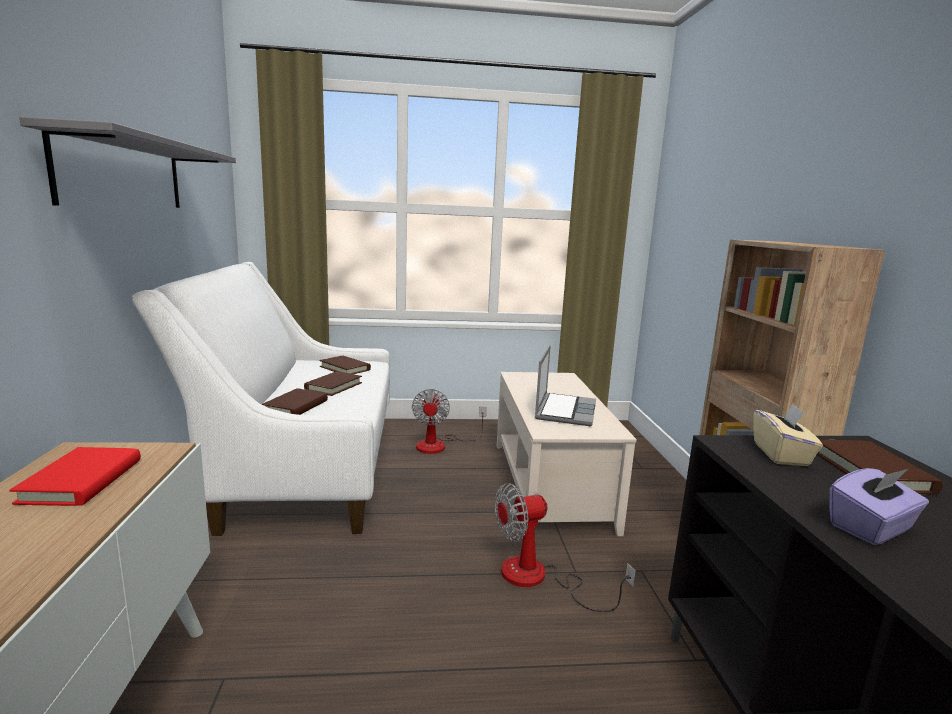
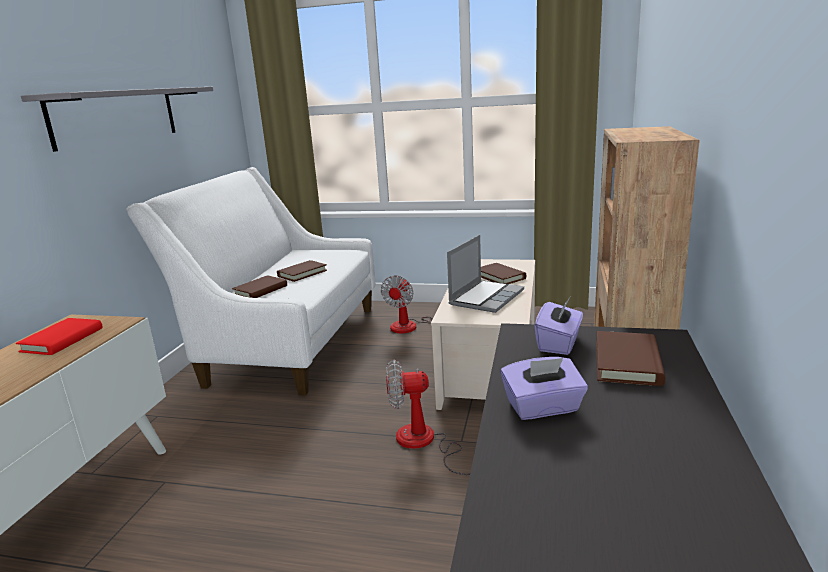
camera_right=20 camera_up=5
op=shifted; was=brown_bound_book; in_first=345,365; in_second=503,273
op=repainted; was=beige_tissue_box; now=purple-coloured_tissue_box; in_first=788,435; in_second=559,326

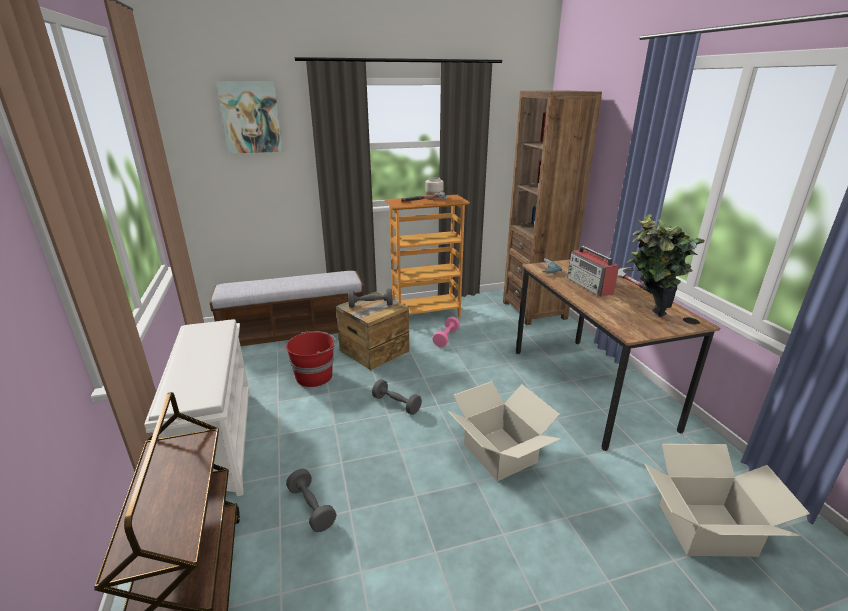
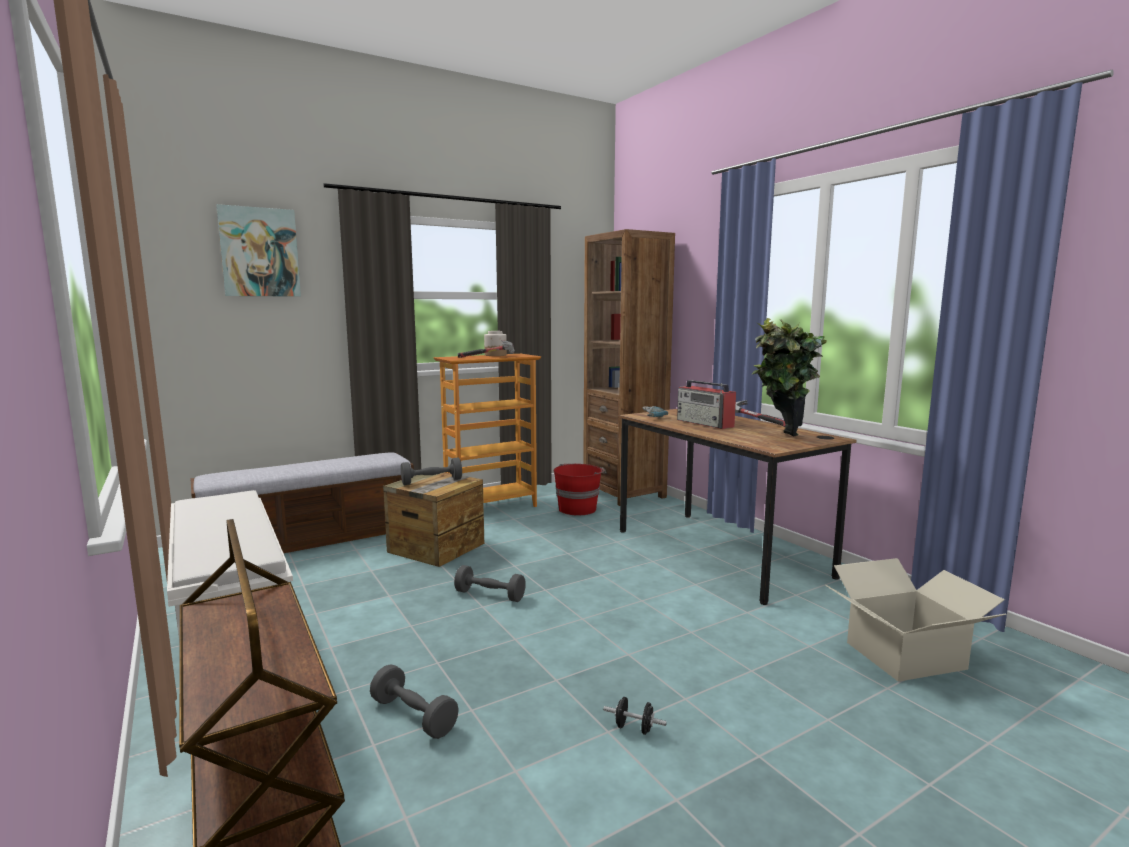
camera_right=-15 camera_up=-15
op=shifted; was=red-coloured_water_bucket; in_first=311,359; in_second=579,490
op=new; now=black_free_weight; in_second=635,716
op=gone; was=pink-coloured_free_weight; in_first=446,332
op=gone; was=cardboard_box; in_first=504,431

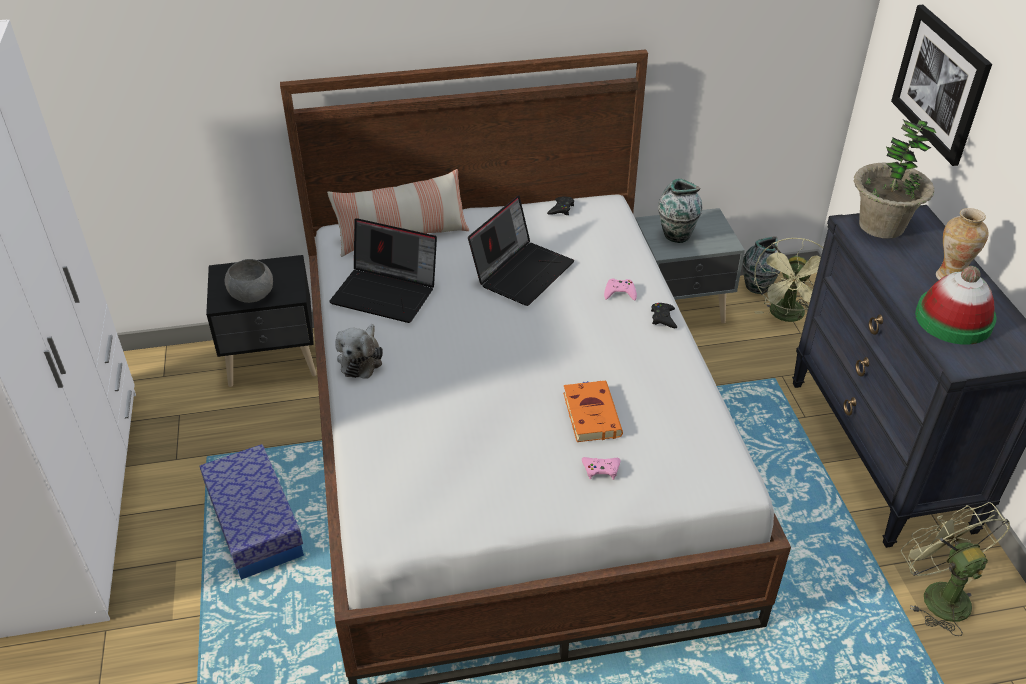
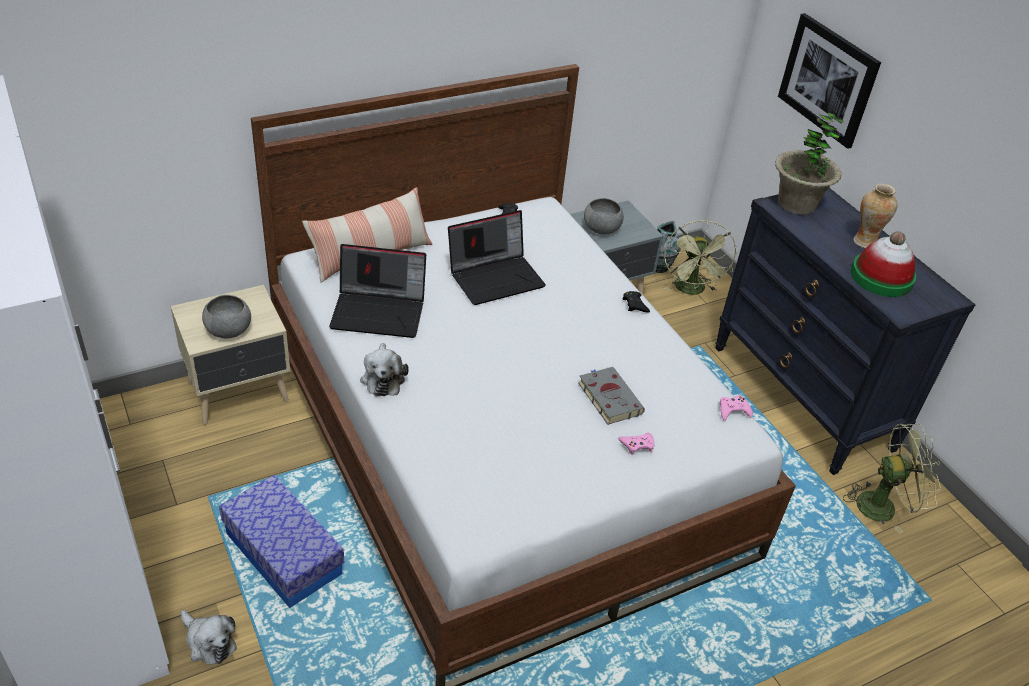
camera_right=-20 camera_up=0
op=repainted; was=black_bedside_table; now=beige_bedside_table; in_first=261,321; in_second=230,355
op=new; now=plush_toy; in_second=209,637
op=rotated; was=notebook_computer; in_first=521,250; in_second=497,257; clockwise=45
op=repainted; was=orangey_bound_book; now=gray_bound_book; in_first=593,411; in_second=611,396
op=swapped; was=vase; now=gray_serving_bowl; in_first=680,210; in_second=604,216
op=shifted; was=pink-coloured_joypad; in_first=620,290; in_second=736,408
op=rotated; was=green-coloured_fan; in_first=955,569; in_second=892,478; clockwise=120

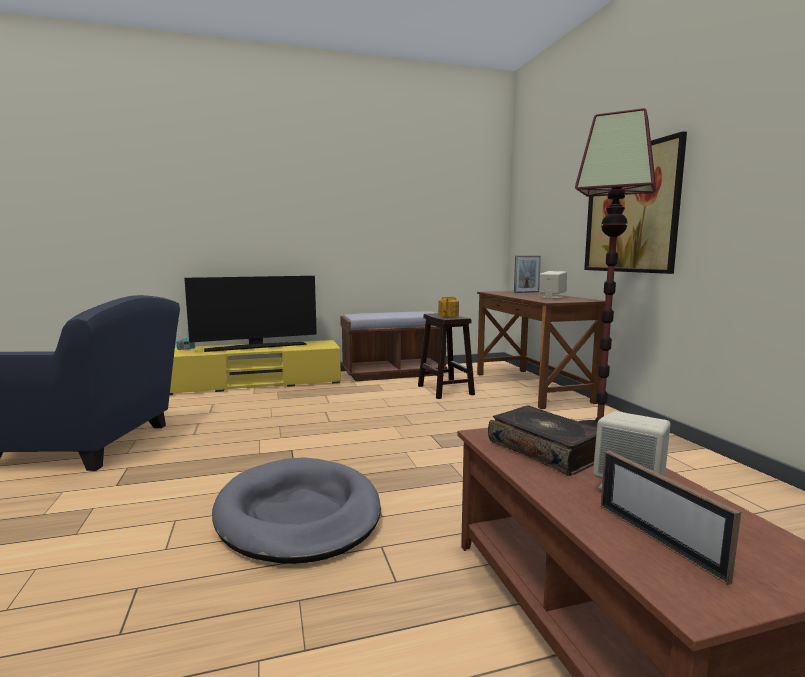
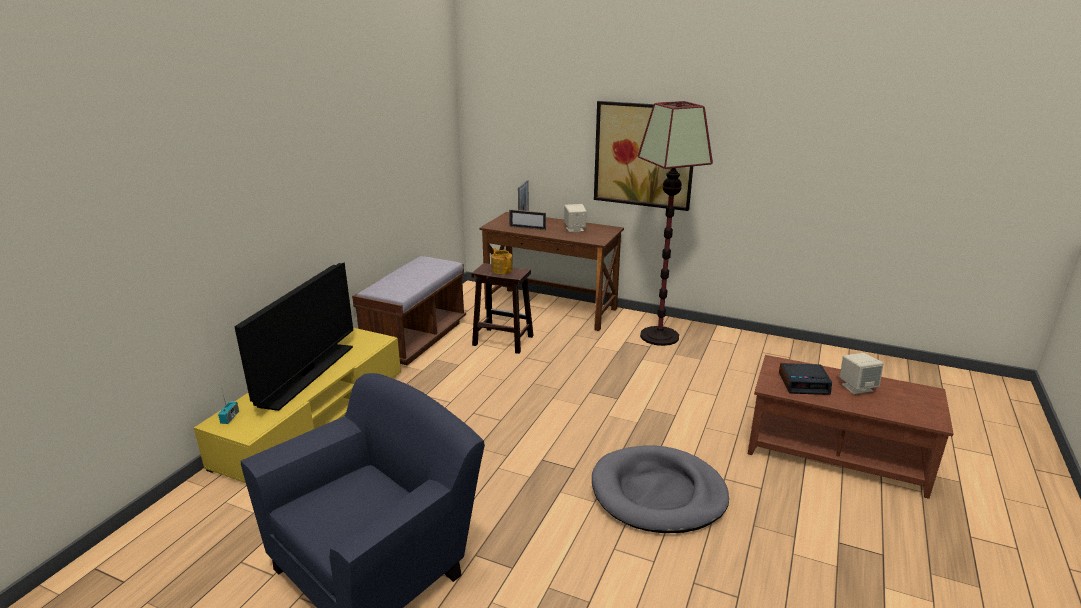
camera_right=-50 camera_up=15
op=shifted; was=standing_frame; in_first=671,517; in_second=527,219
op=swapped; was=bound_book; now=bedside_clock; in_first=542,440; in_second=805,379

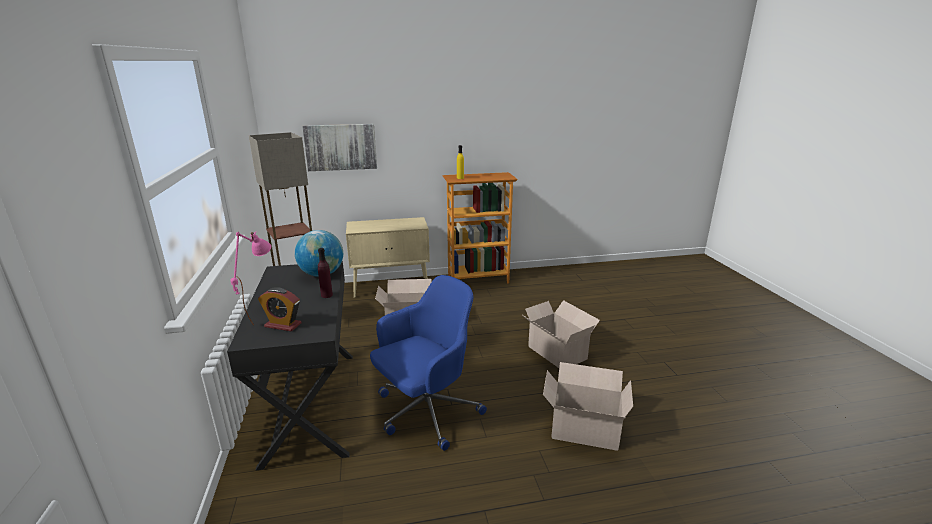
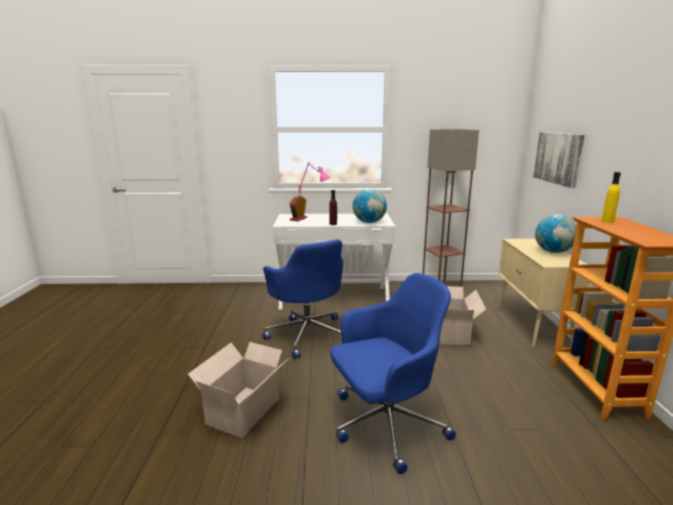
camera_right=100 camera_up=-5
op=repainted; was=black_desk_table; now=whitish_desk_table; in_first=290,366; in_second=334,261
op=swapped; was=cardboard_box; now=blue-coloured_computer_chair; in_first=561,334; in_second=393,373
op=new; now=globe; in_second=555,234

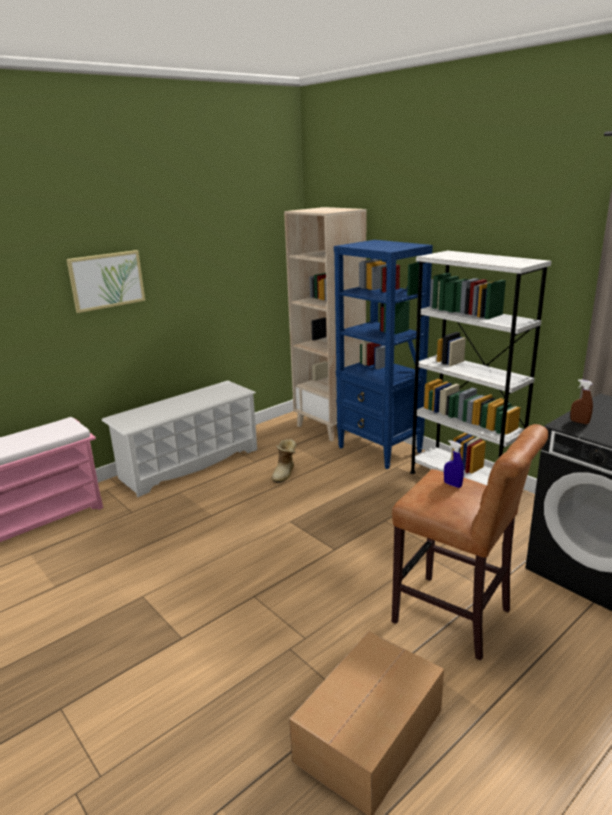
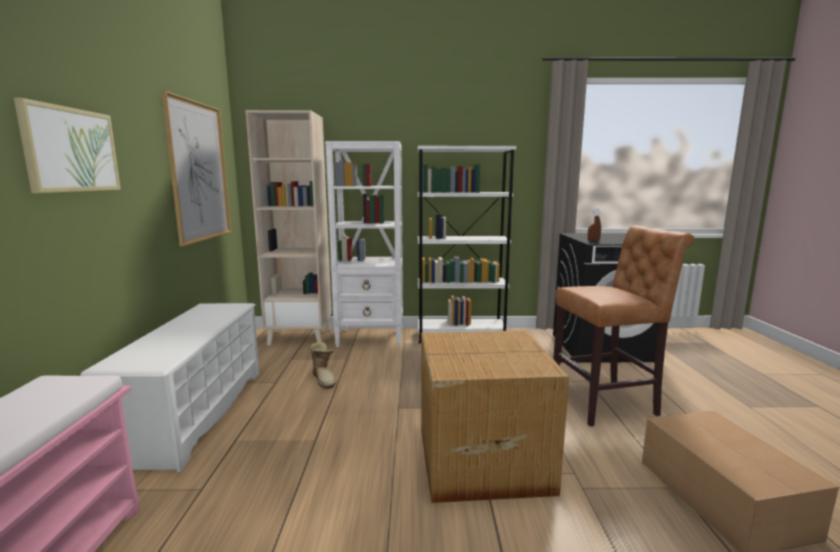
camera_right=-50 camera_up=-10
op=new; now=wall_picture; in_second=196,168
op=repainted; was=blue-coloured_bookcase; now=whitish_bookcase; in_first=383,354; in_second=364,244
op=new; now=cardboard_box; in_second=495,416
op=gone; was=blue-coloured_sprayer; in_first=454,464

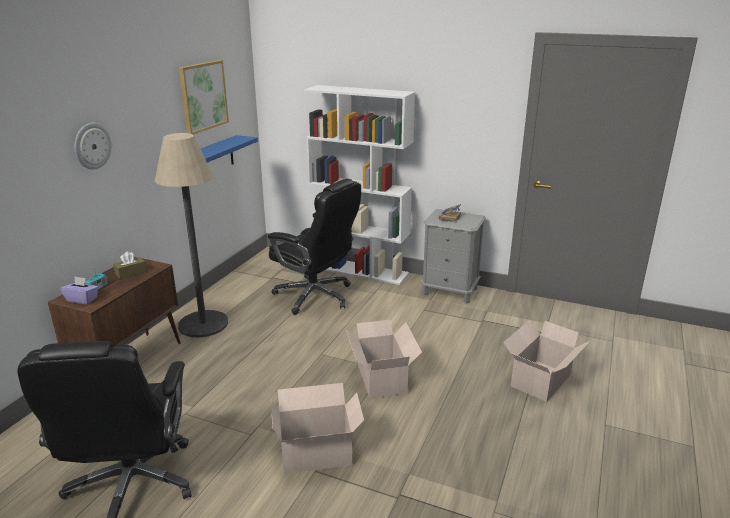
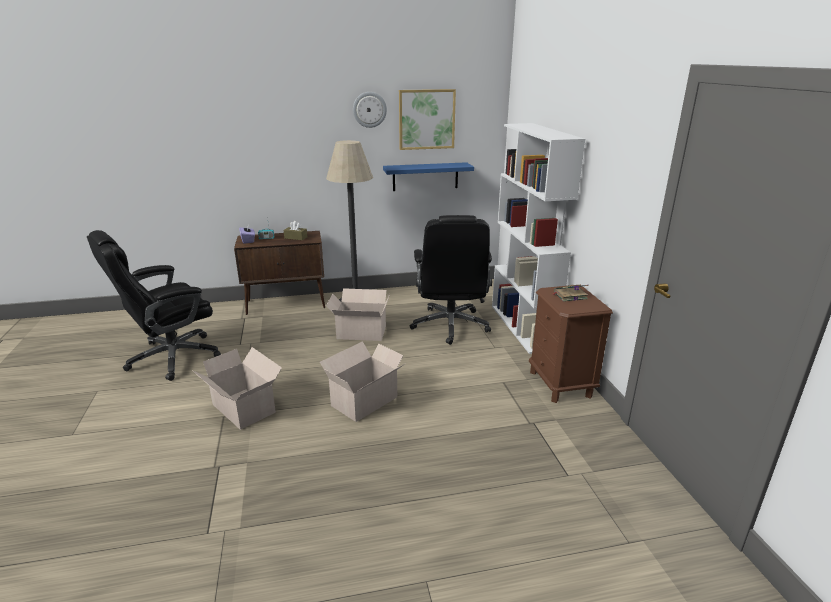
camera_right=55 camera_up=0
op=shifted; was=cardboard_box; in_first=546,361; in_second=358,314
op=shifted; was=wall_clock; in_first=93,146; in_second=370,110
op=repainted; was=gray_bedside_table; now=brown_bedside_table; in_first=453,256; in_second=571,344

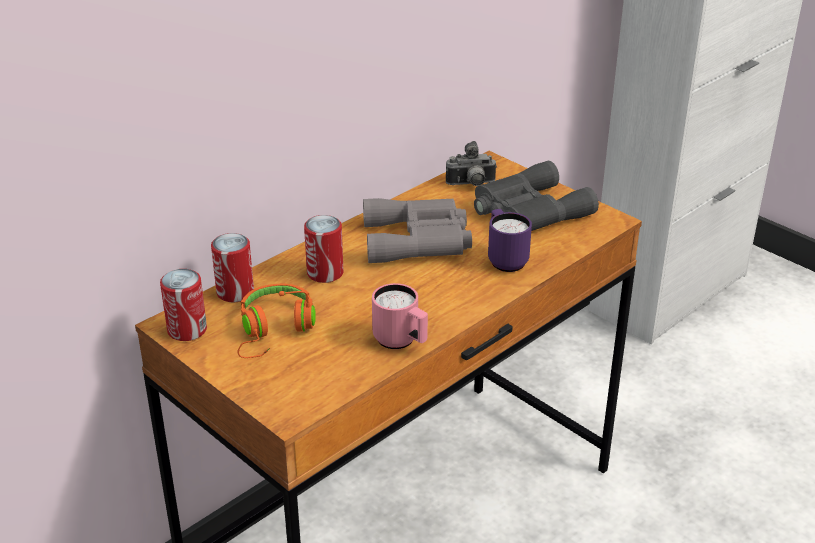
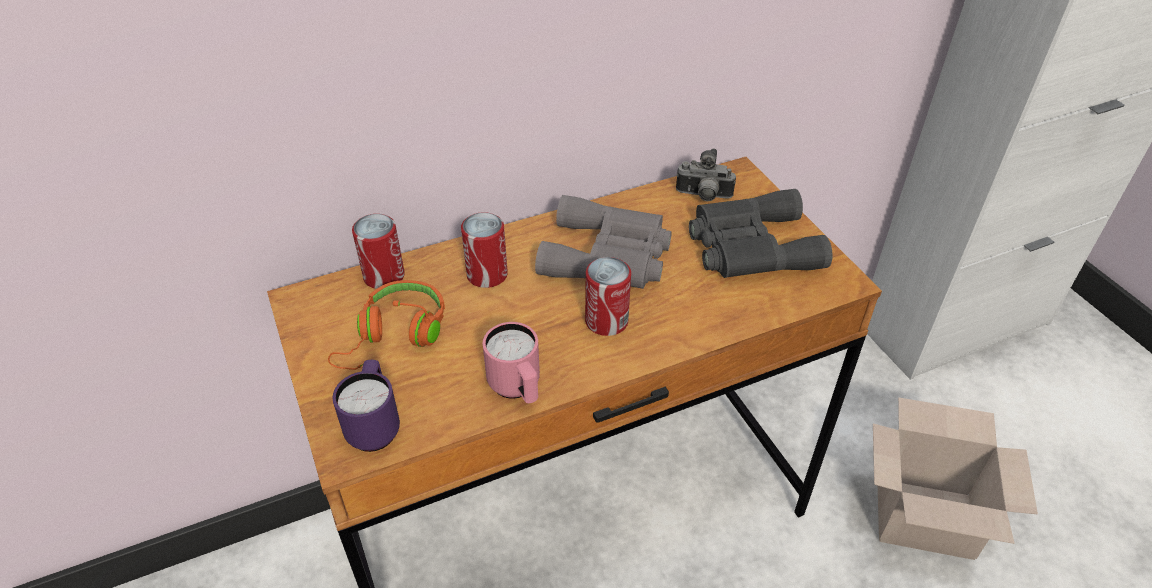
camera_right=20 camera_up=10
op=shifted; was=purple-coloured_tea_mug; in_first=510,240; in_second=366,406
op=shifted; was=sealed_can; in_first=183,305; in_second=608,296
op=new; now=cardboard_box; in_second=955,479

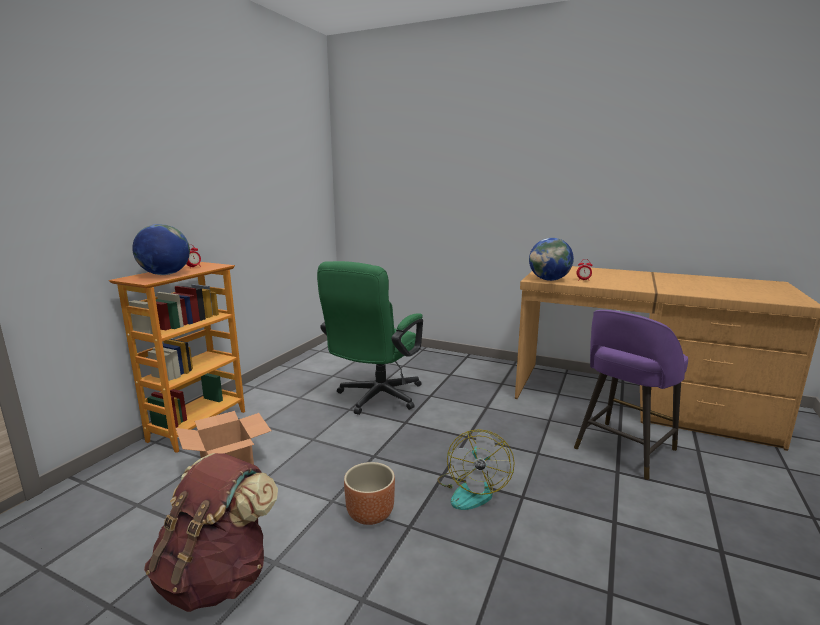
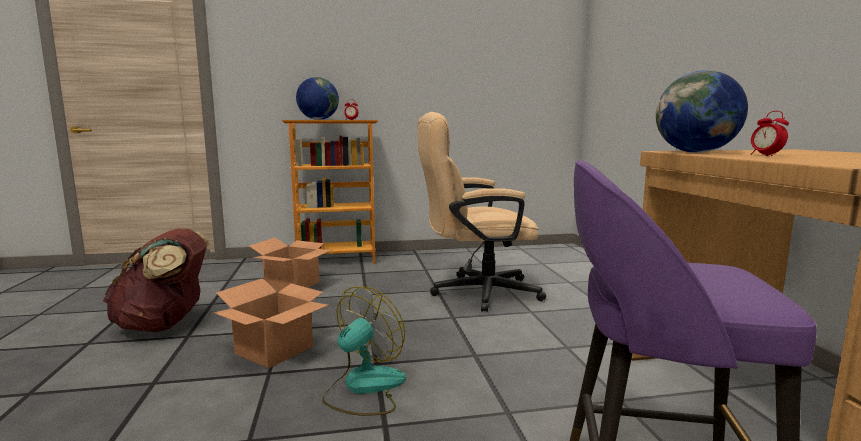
camera_right=55 camera_up=-5
op=swapped; was=brown_planter; now=cardboard_box; in_first=369,493; in_second=271,323
op=rotated; was=fan; in_first=476,469; in_second=364,351; clockwise=150
op=repainted; was=green-coloured_computer_chair; now=beige_computer_chair; in_first=370,338; in_second=481,212

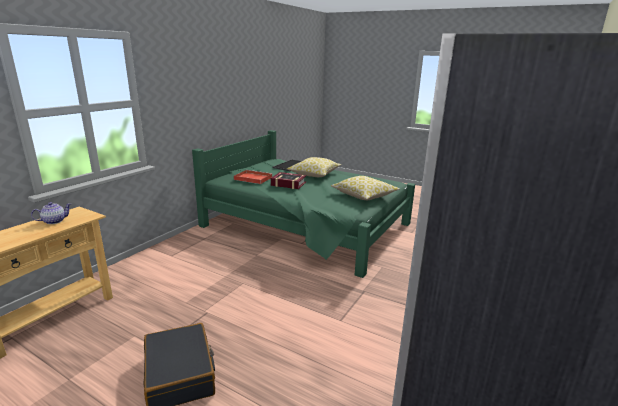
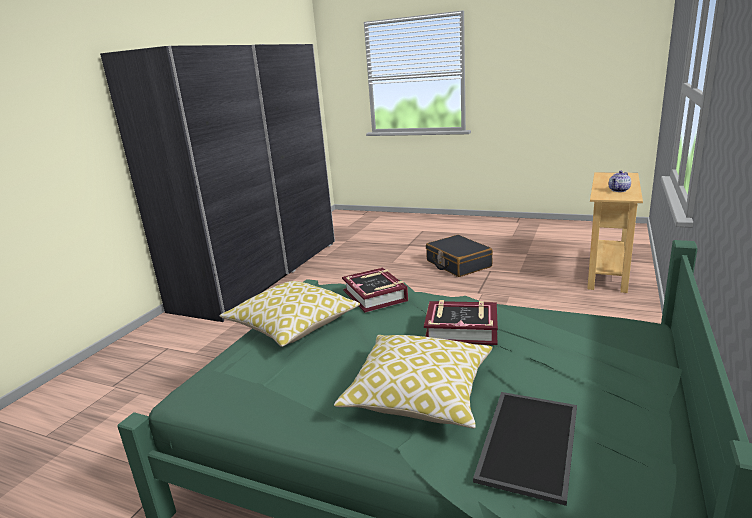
camera_right=175 camera_up=0
op=new; now=bound_book; in_second=375,290
op=gone; was=red-coloured_serving_tray; in_first=253,177

